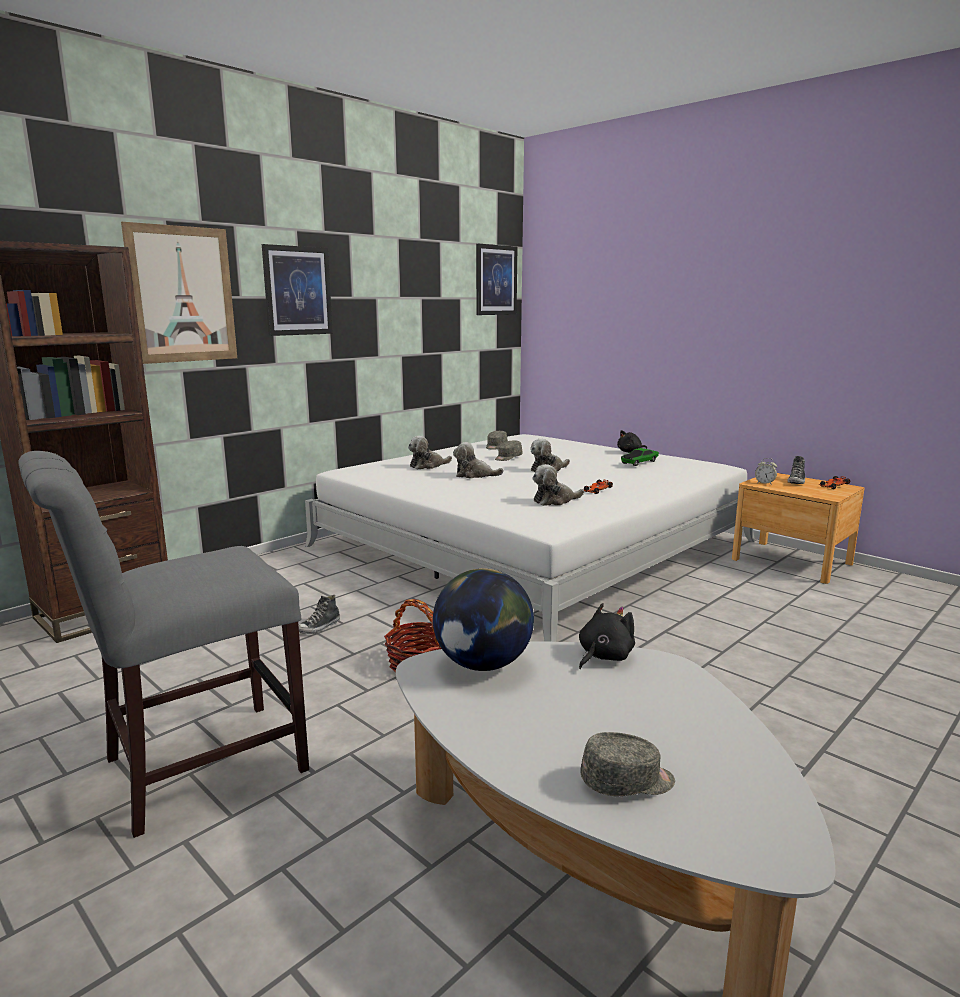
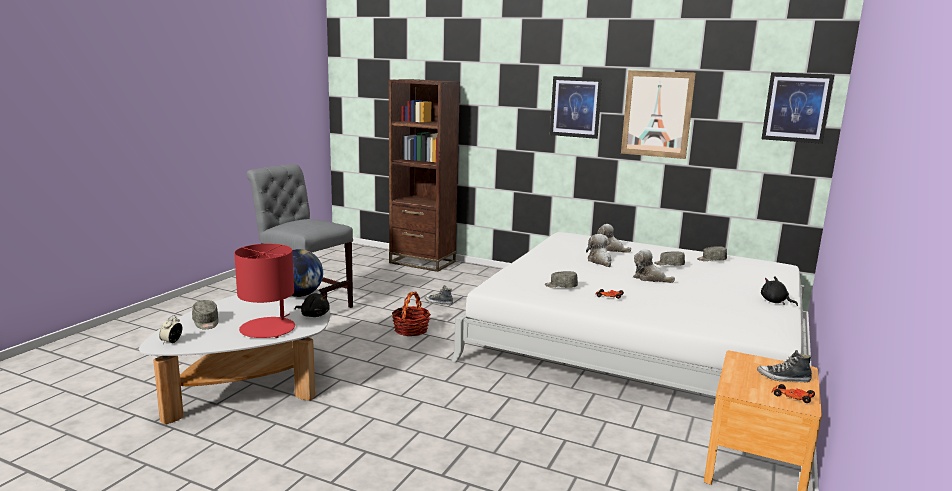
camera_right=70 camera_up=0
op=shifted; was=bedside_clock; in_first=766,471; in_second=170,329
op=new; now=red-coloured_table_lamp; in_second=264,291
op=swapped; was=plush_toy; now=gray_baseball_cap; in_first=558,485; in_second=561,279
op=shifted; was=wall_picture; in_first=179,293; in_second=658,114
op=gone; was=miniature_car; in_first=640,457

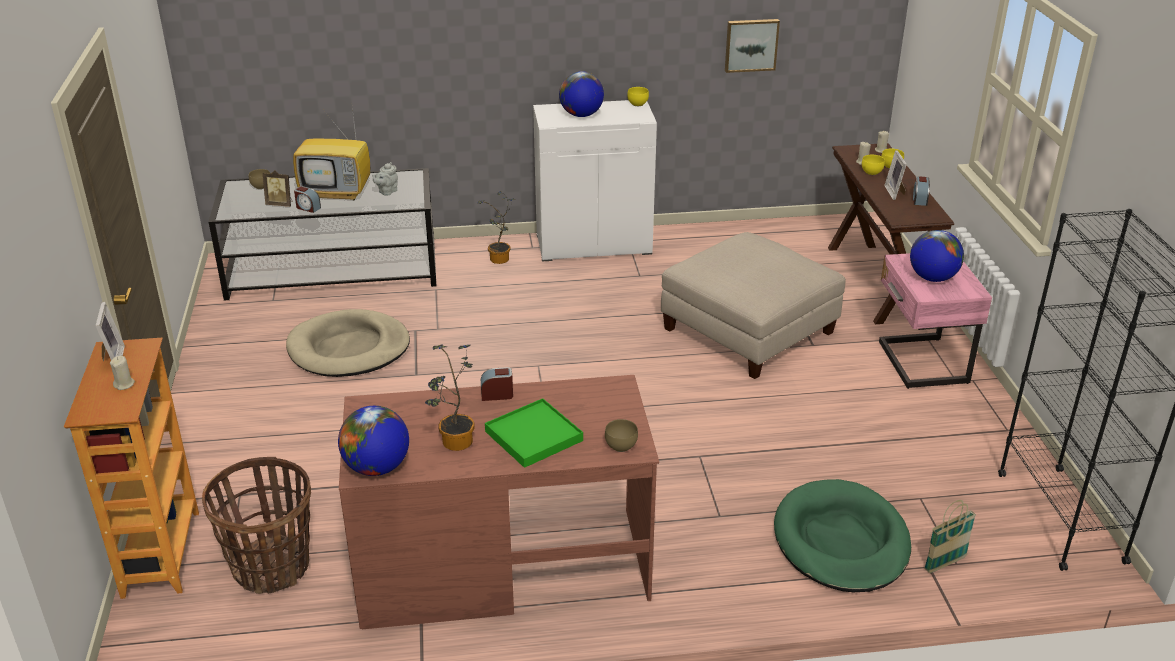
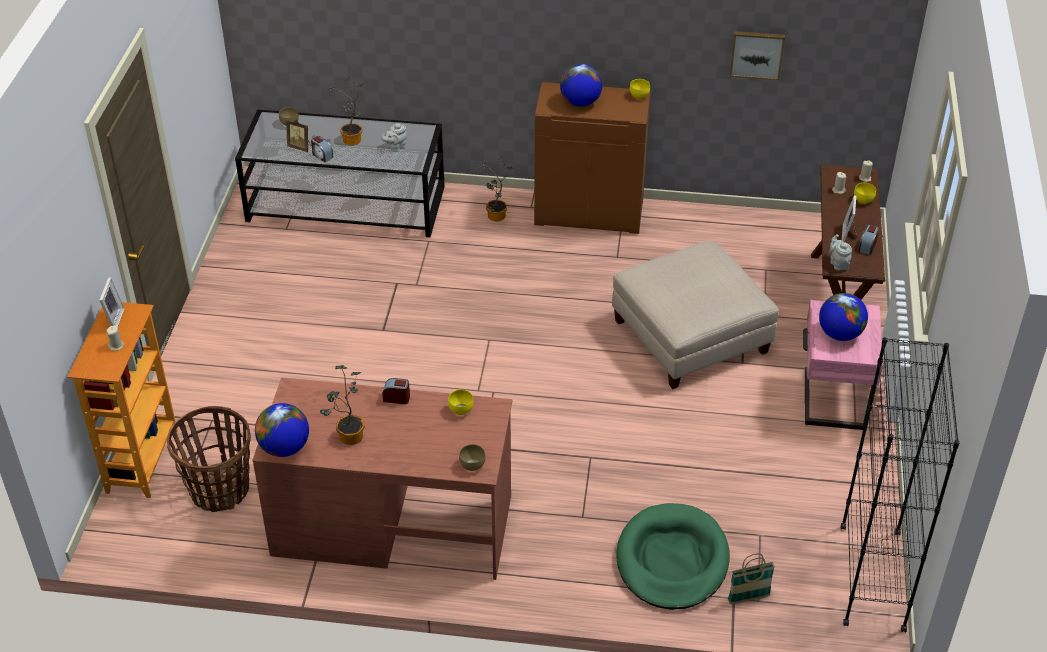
camera_right=15 camera_up=10
op=swapped; was=television; now=plant_in_a_pot; in_first=331,154; in_second=347,111
op=shifted; was=yellowish_serving_bowl; in_first=873,165; in_second=461,402
op=repainted; was=whitish_storage_cabinet; now=brown_storage_cabinet; in_first=595,181; in_second=592,158
op=new; now=gray_teapot; in_second=840,252
op=gone; was=beige_dog_cushion; in_first=348,343
op=gone; was=green-coloured_serving_tray; in_first=534,433

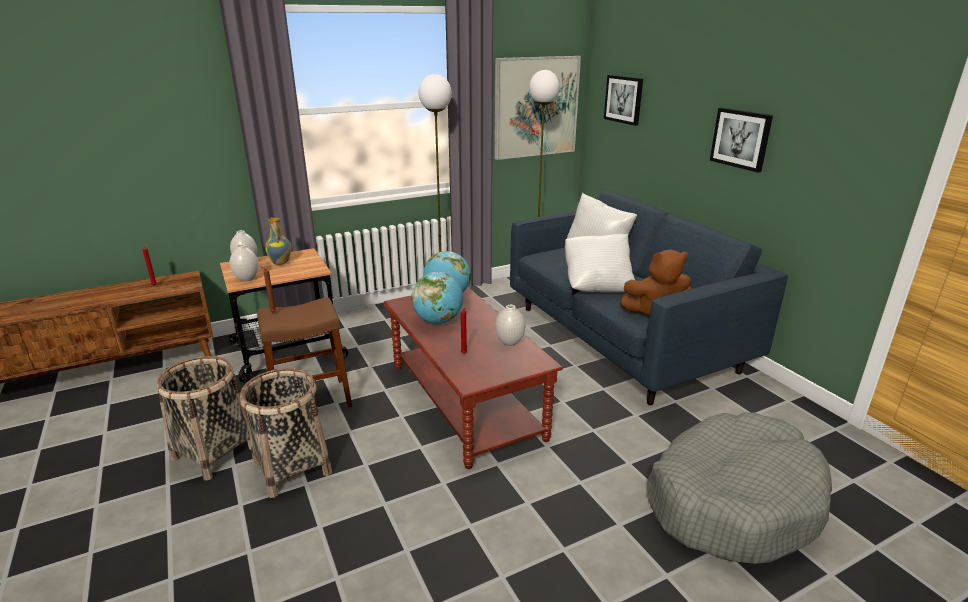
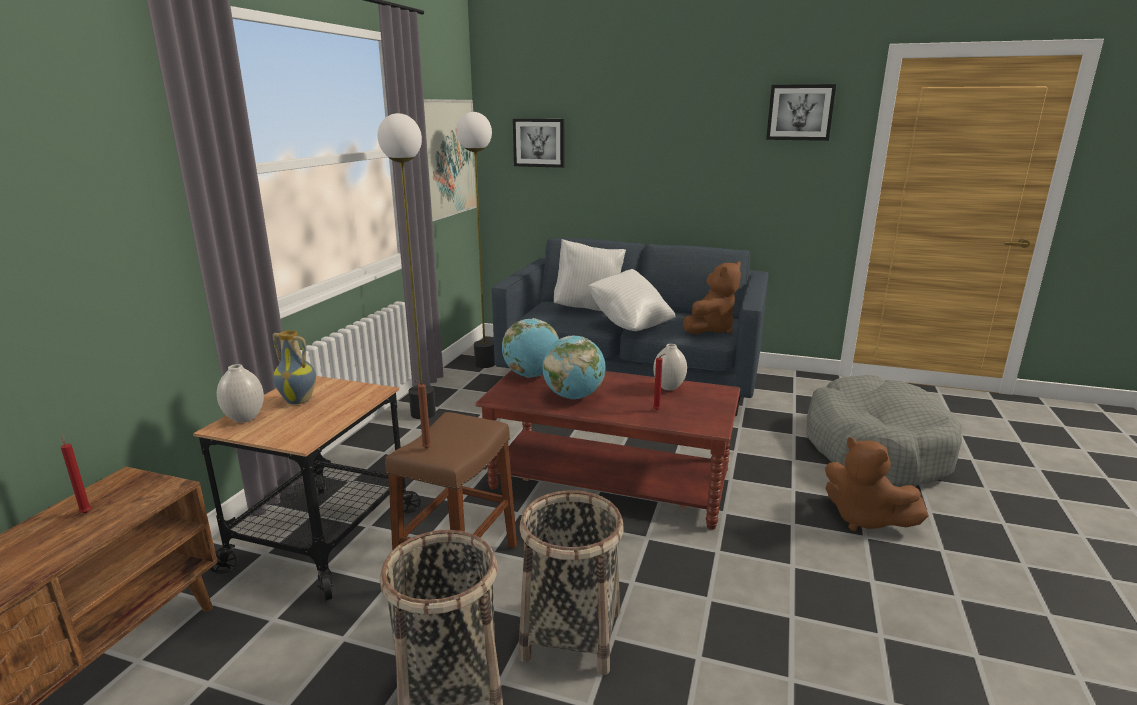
camera_right=-45 camera_up=-5
op=shifted; was=wall_picture; in_first=741,140; in_second=801,112
op=new; now=brown_plush_toy; in_second=877,484
op=gone; was=whitish_vase; in_first=244,263

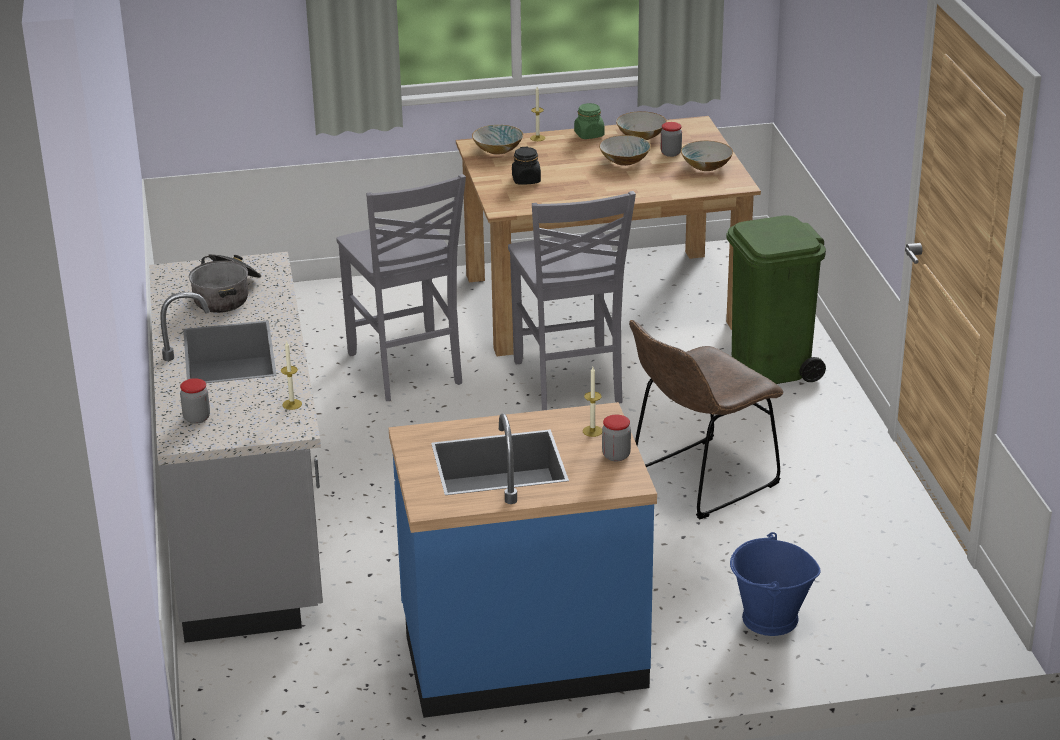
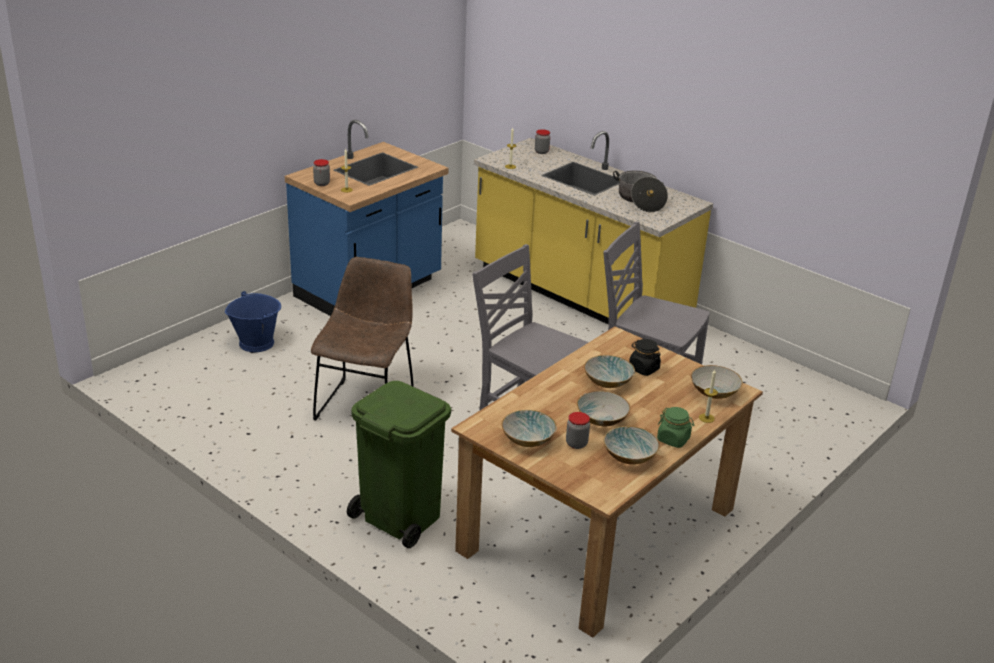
camera_right=140 camera_up=0
op=repainted; was=gray_counter; now=yellowish_counter; in_first=236,447; in_second=593,228
op=new; now=serving_bowl; in_second=609,371

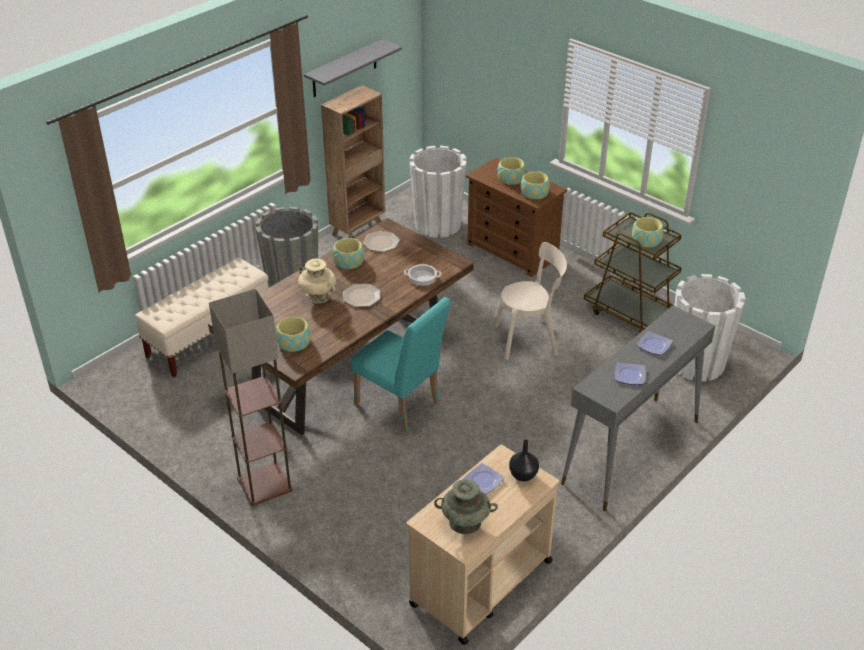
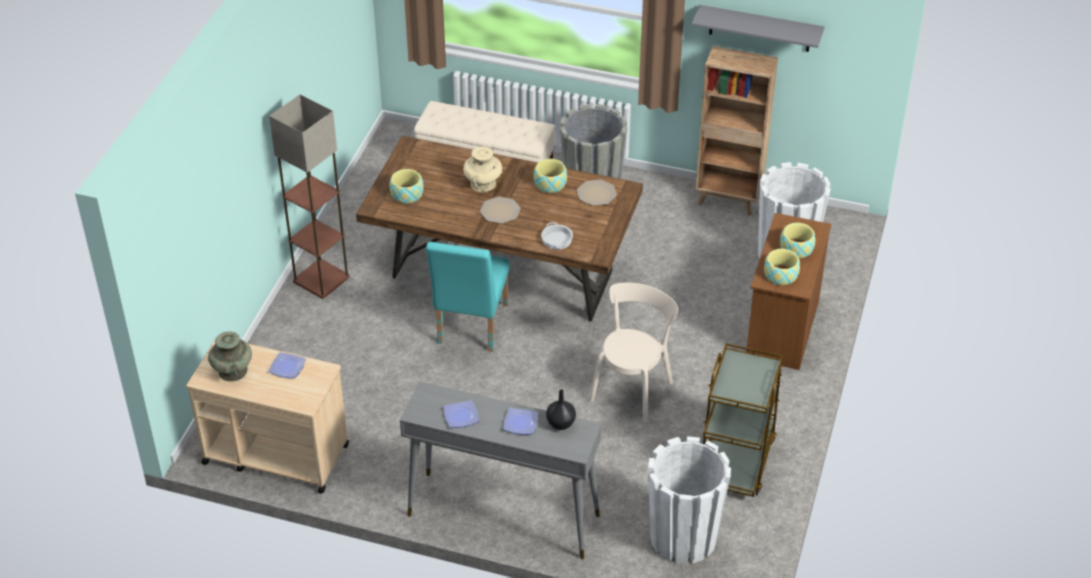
camera_right=65 camera_up=5
op=shifted; was=black_vase; in_first=524,461; in_second=561,409
op=rotated; was=beige_chair; in_first=531,301; in_second=633,352; clockwise=-120
op=gone; was=serving_bowl; in_first=648,232

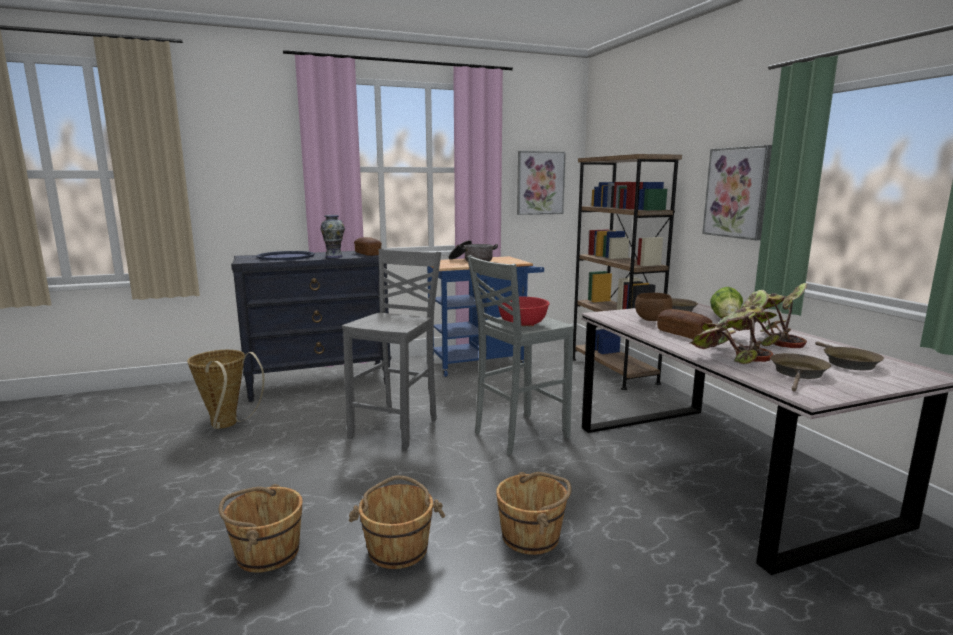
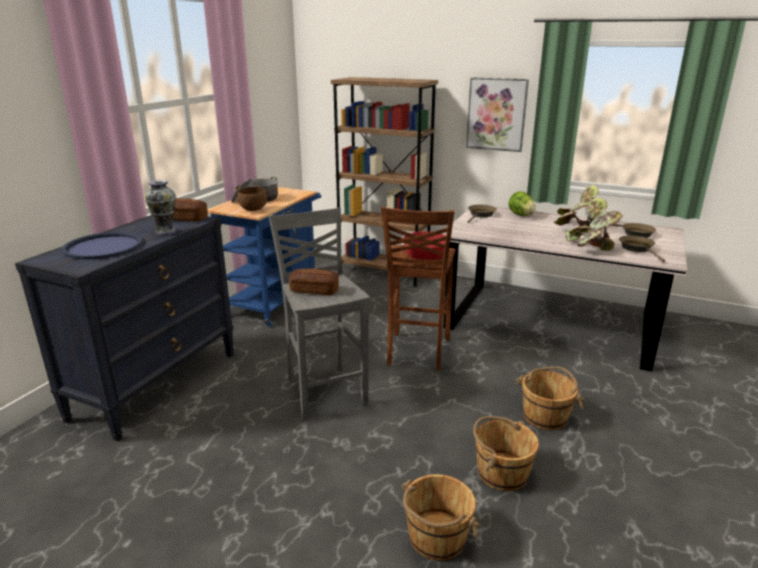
camera_right=-45 camera_up=10
op=shifted; was=brown_serving_bowl; in_first=653,307; in_second=252,199
op=shifted; was=bread; in_first=685,324; in_second=314,281
op=repainted; was=gray_stool; now=brown_stool; in_first=520,355; in_second=418,288
op=gone; was=storage_basket; in_first=225,389
op=gone; was=wall_picture; in_first=541,183

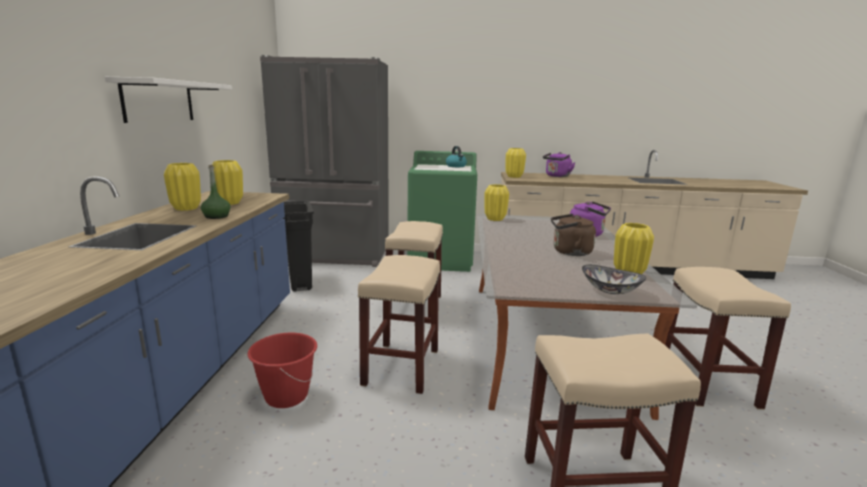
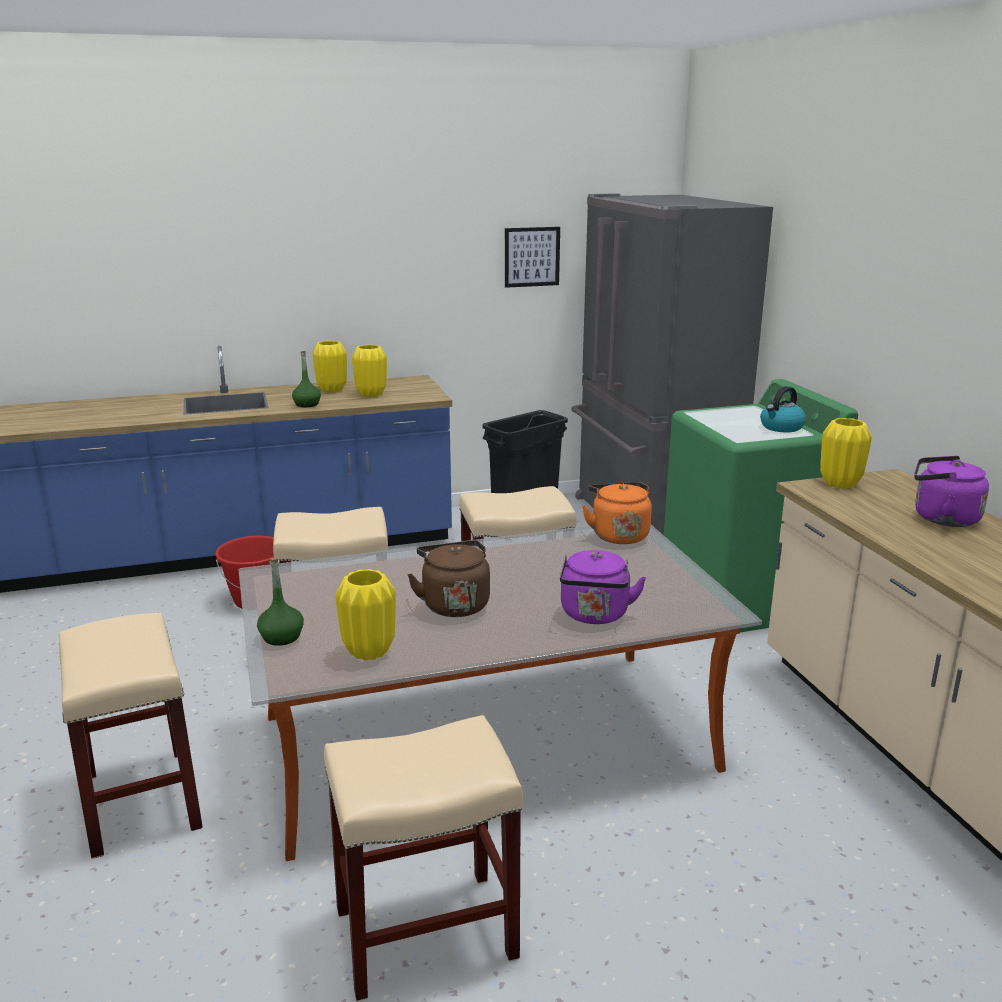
camera_right=70 camera_up=5
op=swapped; was=serving_bowl; now=green-coloured_beverage_bottle; in_first=614,279; in_second=280,602
op=new; now=wall_picture; in_second=532,257
op=swapped; was=yellowish_vase; now=orangey_water_kettle; in_first=496,202; in_second=617,513
op=gone; was=whitish_bracket_shelf; in_first=168,100

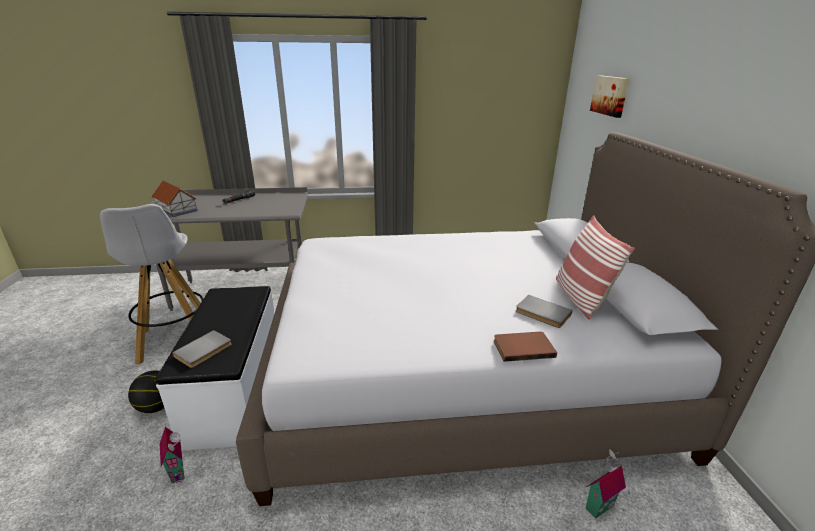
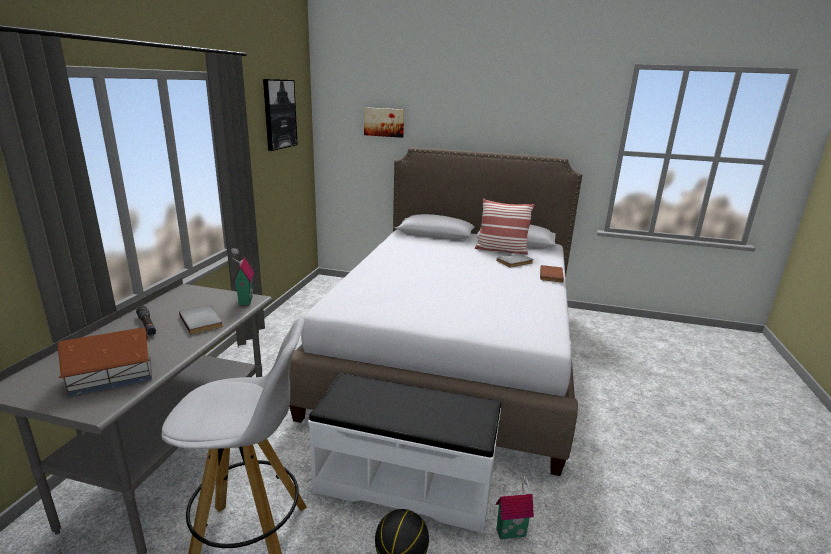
camera_right=-70 camera_up=-5
op=shifted; was=gray_bound_book; in_first=202,349; in_second=201,320
op=shifted; was=toy_house; in_first=605,484; in_second=242,277
op=new; now=wall_picture; in_second=280,115

